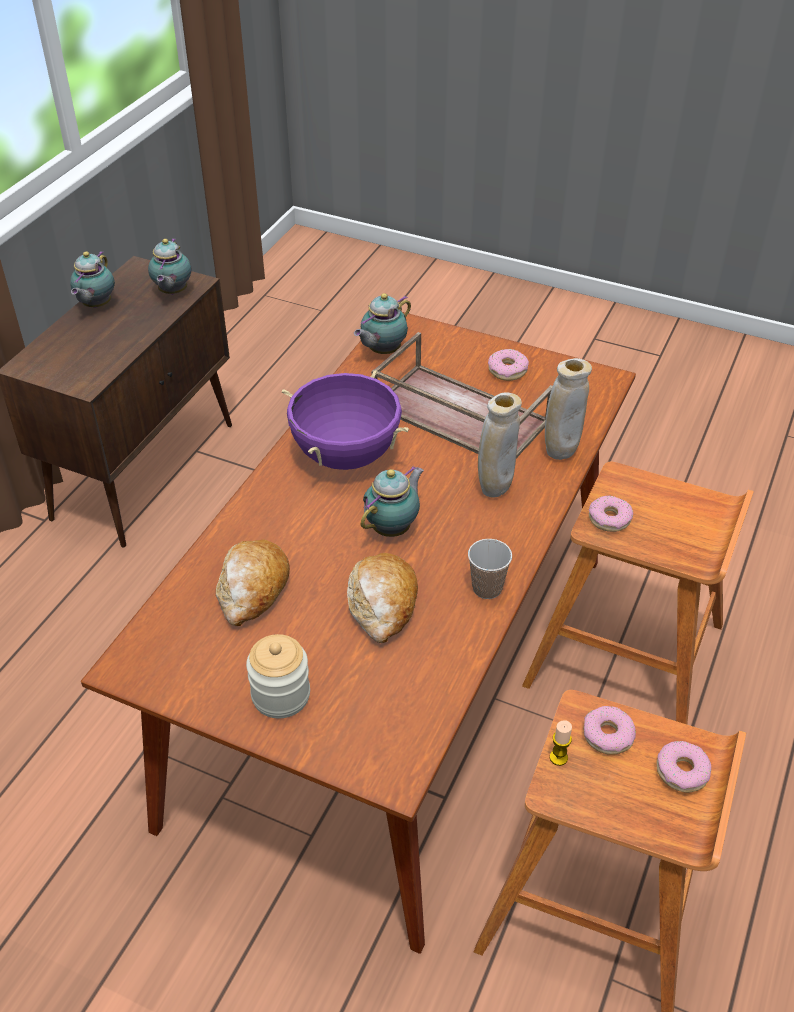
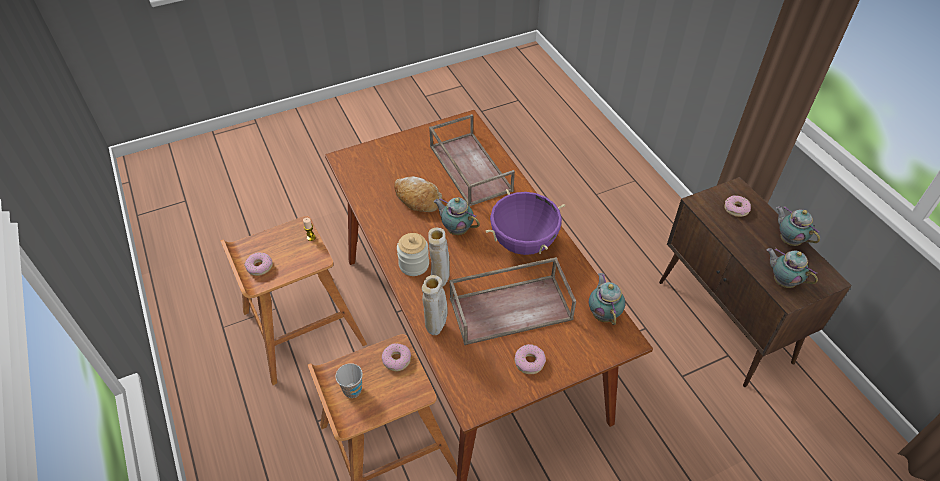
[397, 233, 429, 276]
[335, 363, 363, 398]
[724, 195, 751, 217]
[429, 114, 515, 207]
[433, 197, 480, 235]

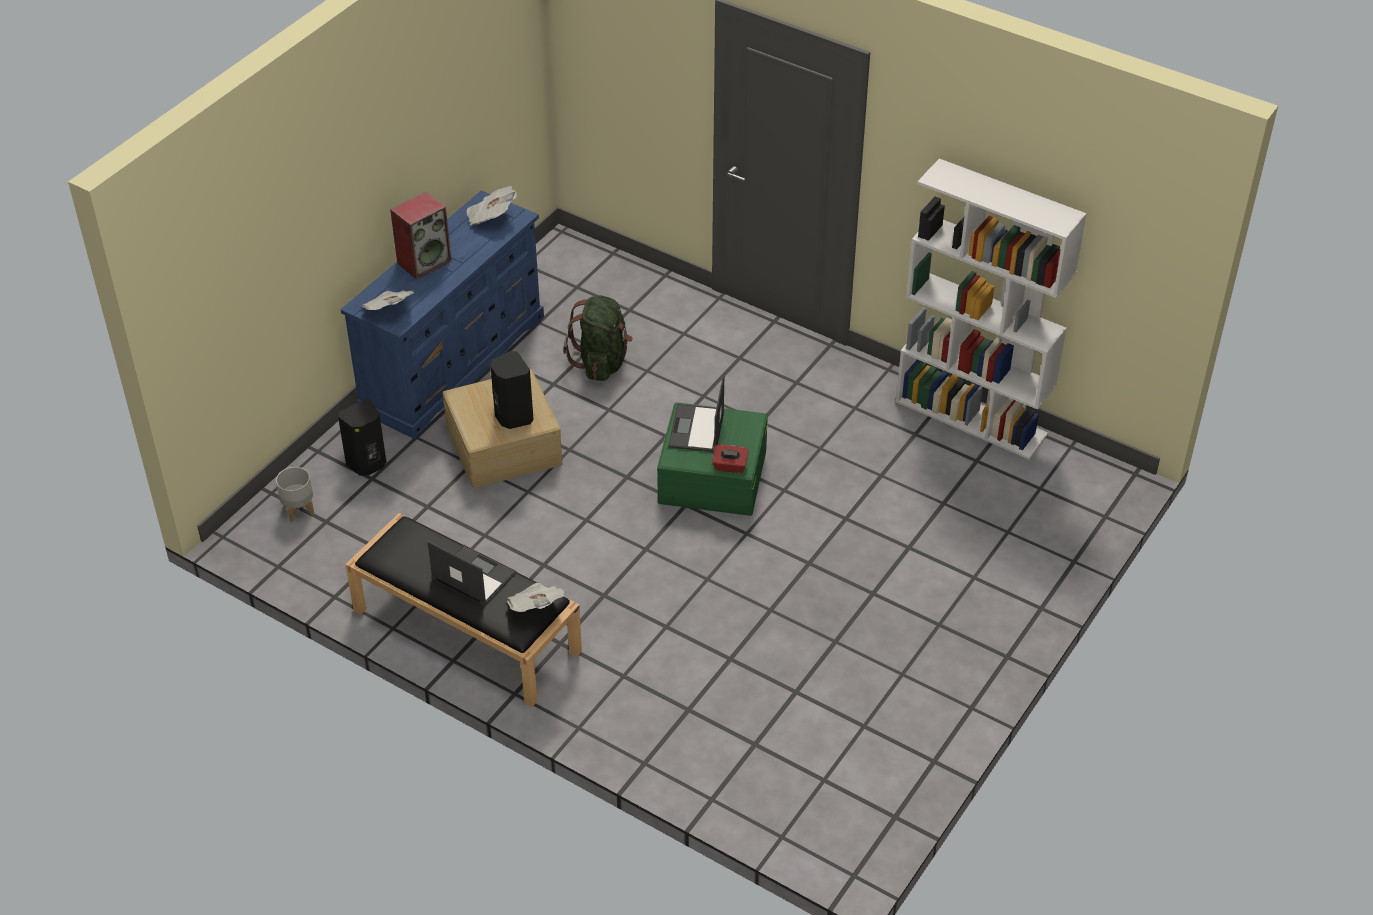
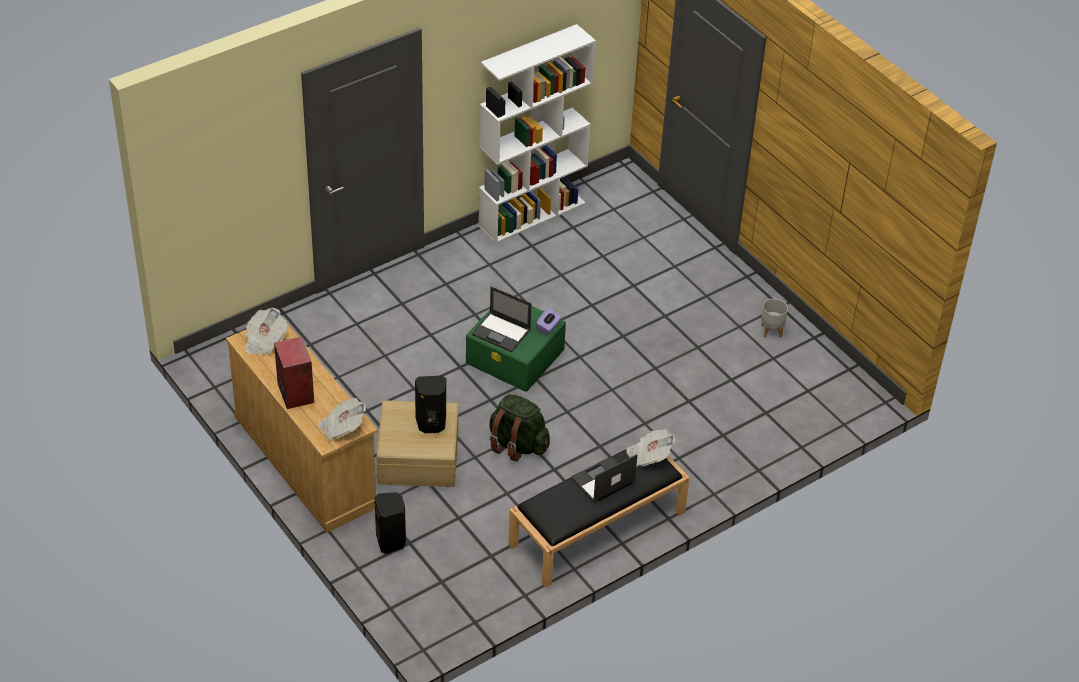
[761, 299, 788, 338]
[490, 394, 550, 462]
[226, 324, 378, 533]
[536, 308, 562, 336]

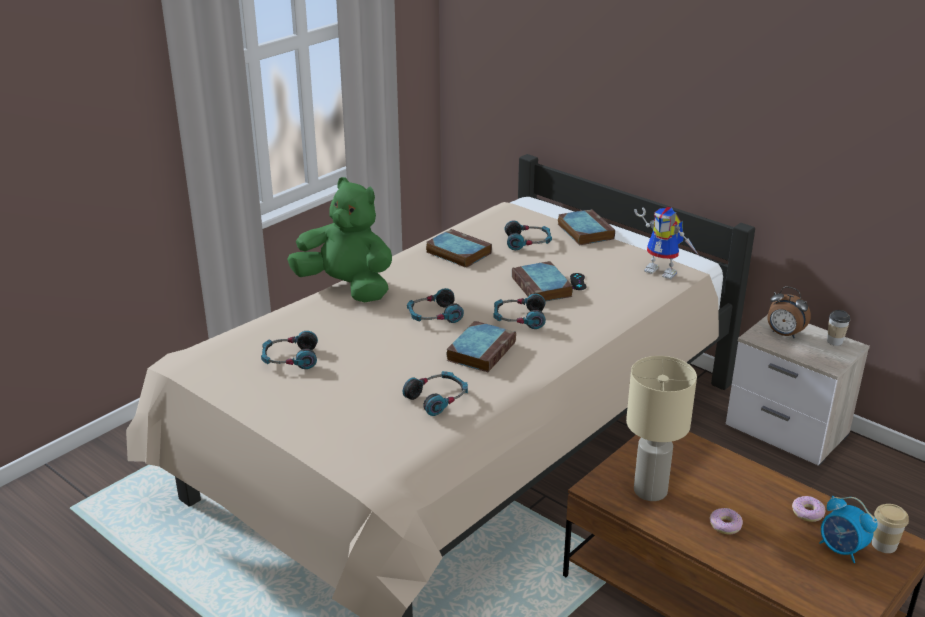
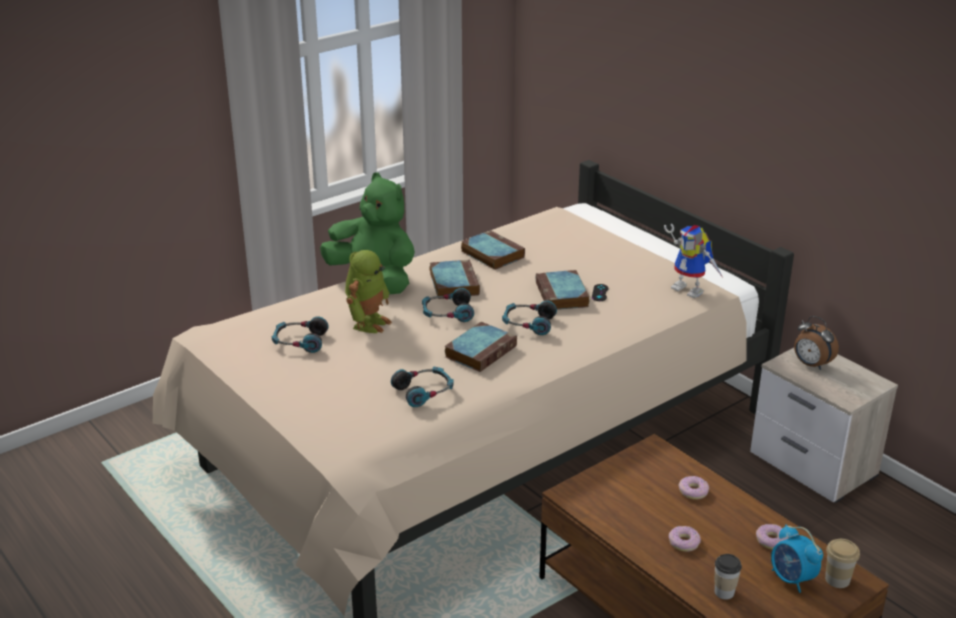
[505, 221, 552, 250] (first image)
[626, 356, 697, 501] (first image)
[345, 250, 392, 333]
[678, 476, 709, 500]
[429, 260, 480, 299]
[715, 554, 742, 600]

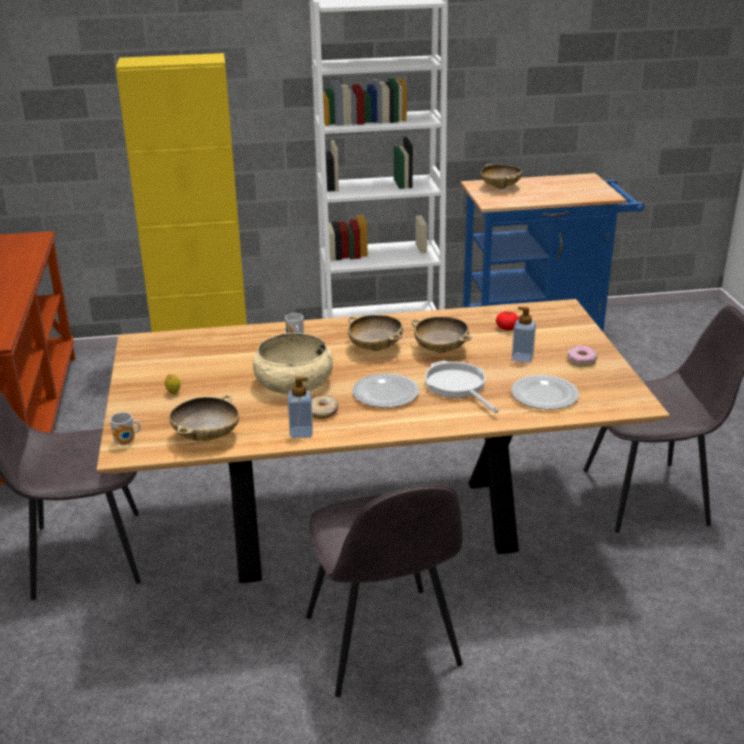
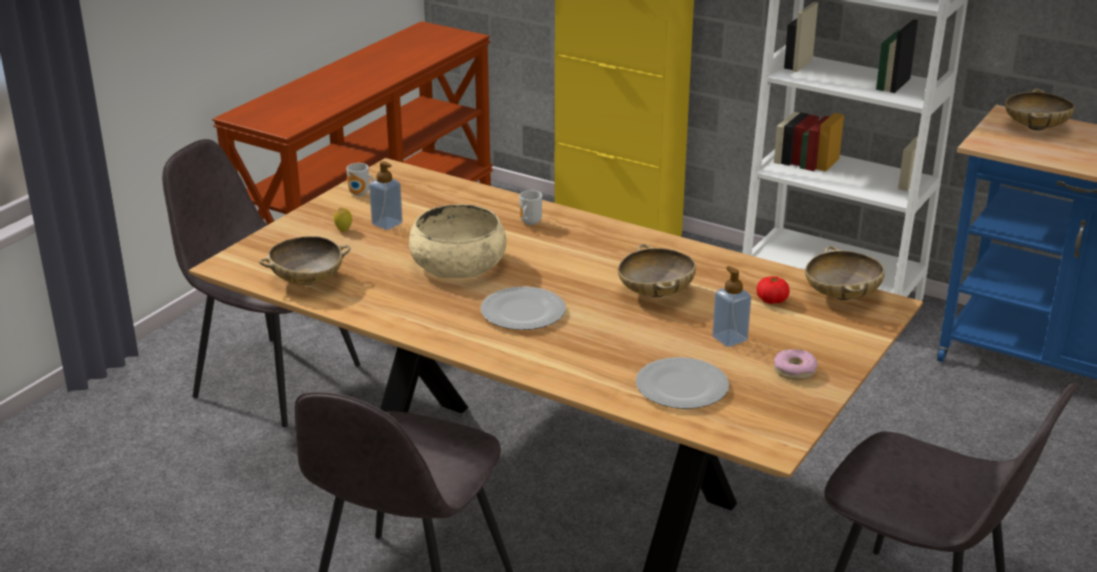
[312, 395, 339, 419] (first image)
[425, 361, 499, 413] (first image)
[346, 163, 374, 196]
[369, 161, 403, 230]
[805, 246, 885, 300]

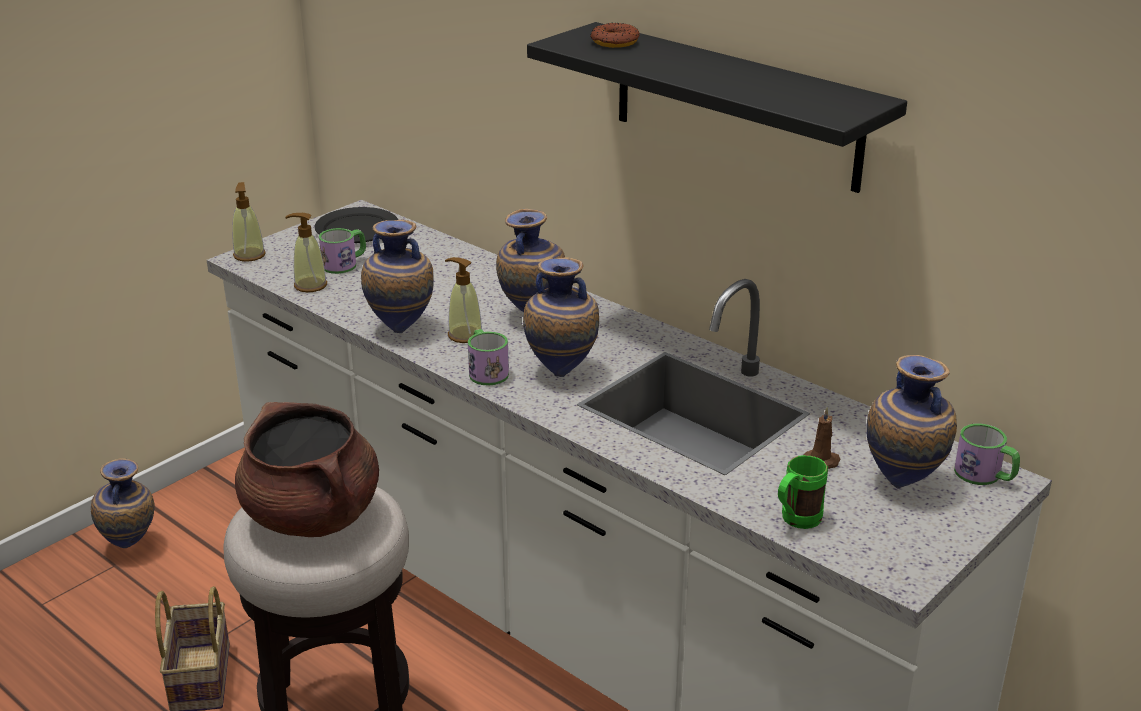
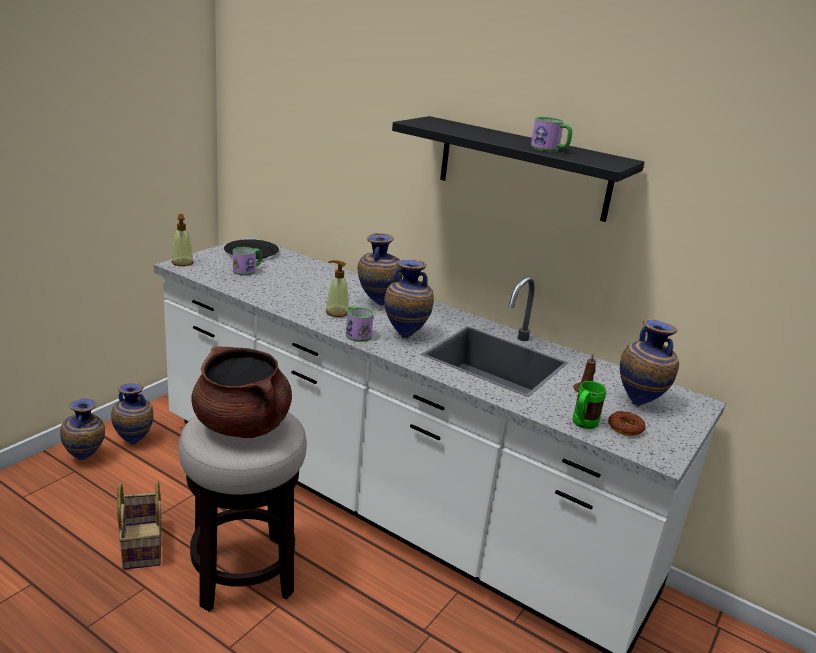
[285, 213, 327, 292] (first image)
[111, 383, 153, 445]
[608, 411, 646, 436]
[531, 117, 572, 152]

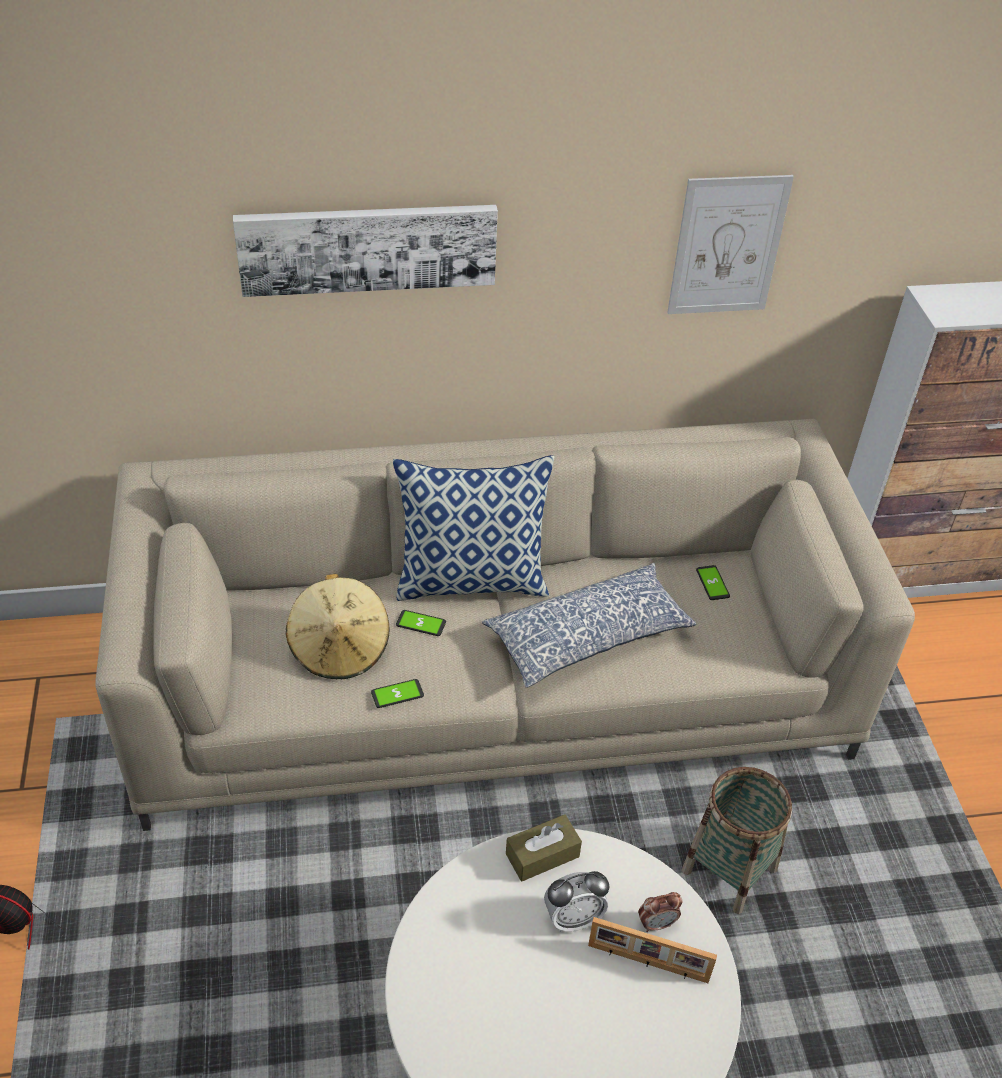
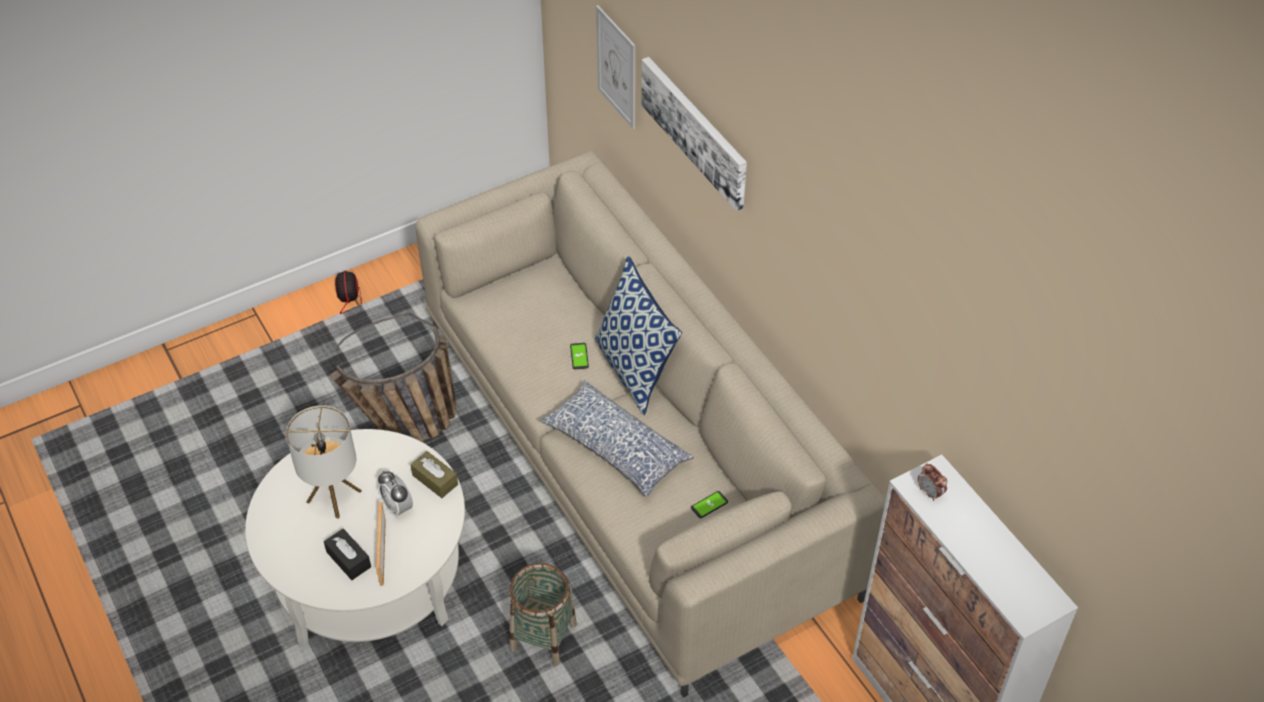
[286, 574, 390, 679] (first image)
[371, 679, 424, 708] (first image)
[286, 405, 362, 519]
[324, 529, 371, 580]
[330, 313, 457, 442]
[918, 463, 947, 501]
[596, 5, 635, 129]

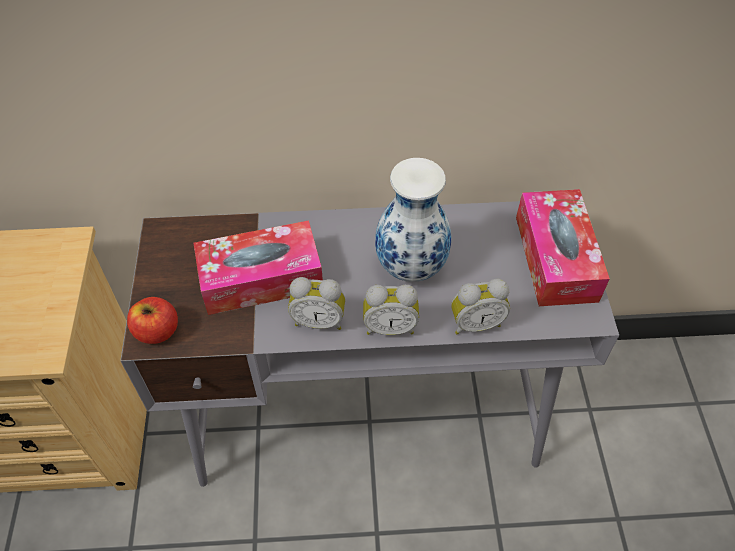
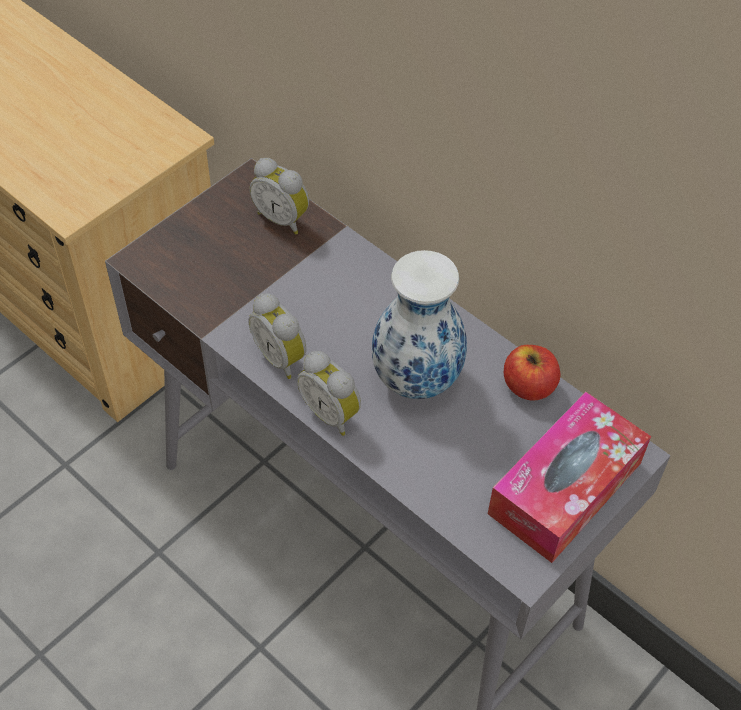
[193, 220, 323, 315] (first image)
[504, 345, 560, 401]
[250, 158, 309, 234]

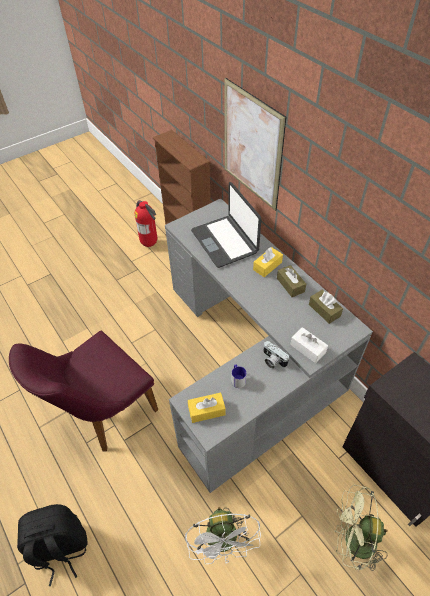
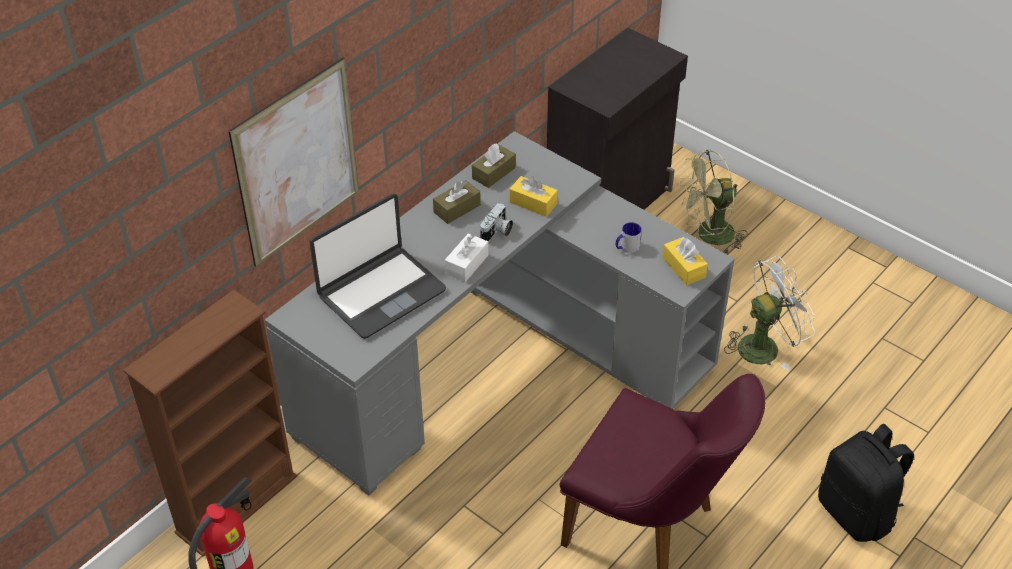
[510, 176, 558, 217]
[480, 203, 513, 242]
[445, 233, 488, 282]
[678, 150, 748, 254]

